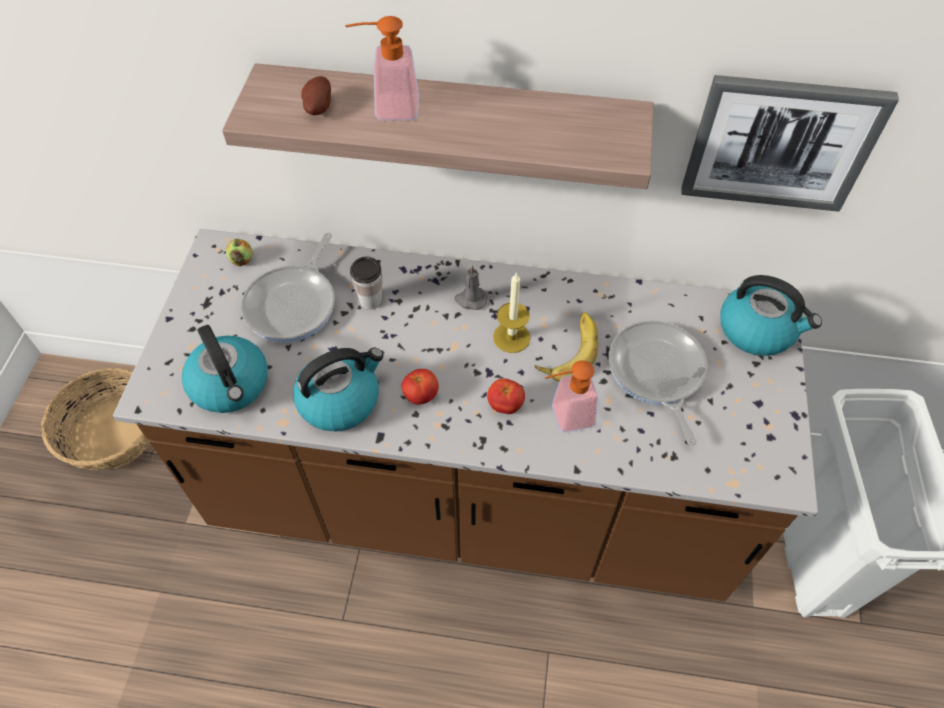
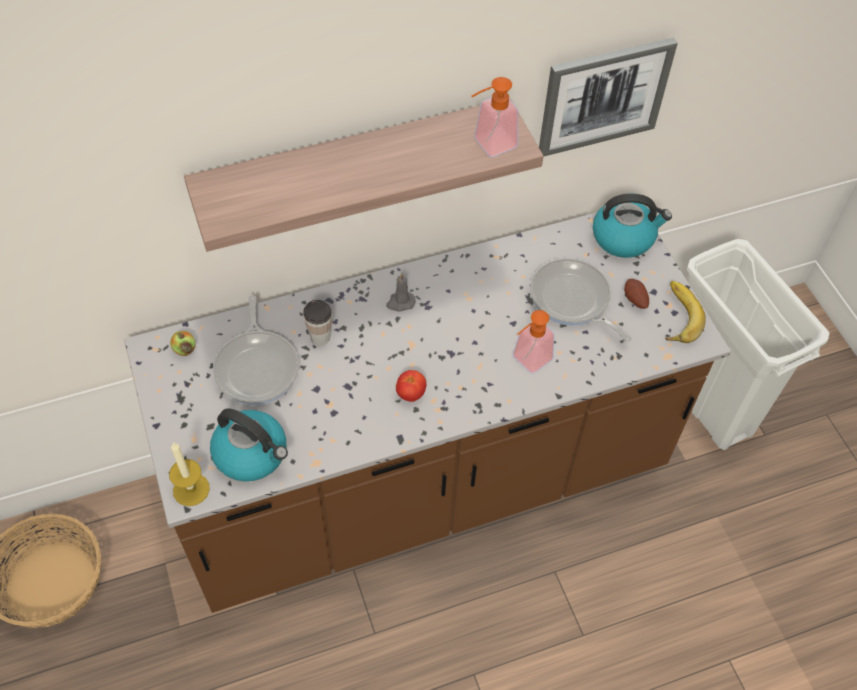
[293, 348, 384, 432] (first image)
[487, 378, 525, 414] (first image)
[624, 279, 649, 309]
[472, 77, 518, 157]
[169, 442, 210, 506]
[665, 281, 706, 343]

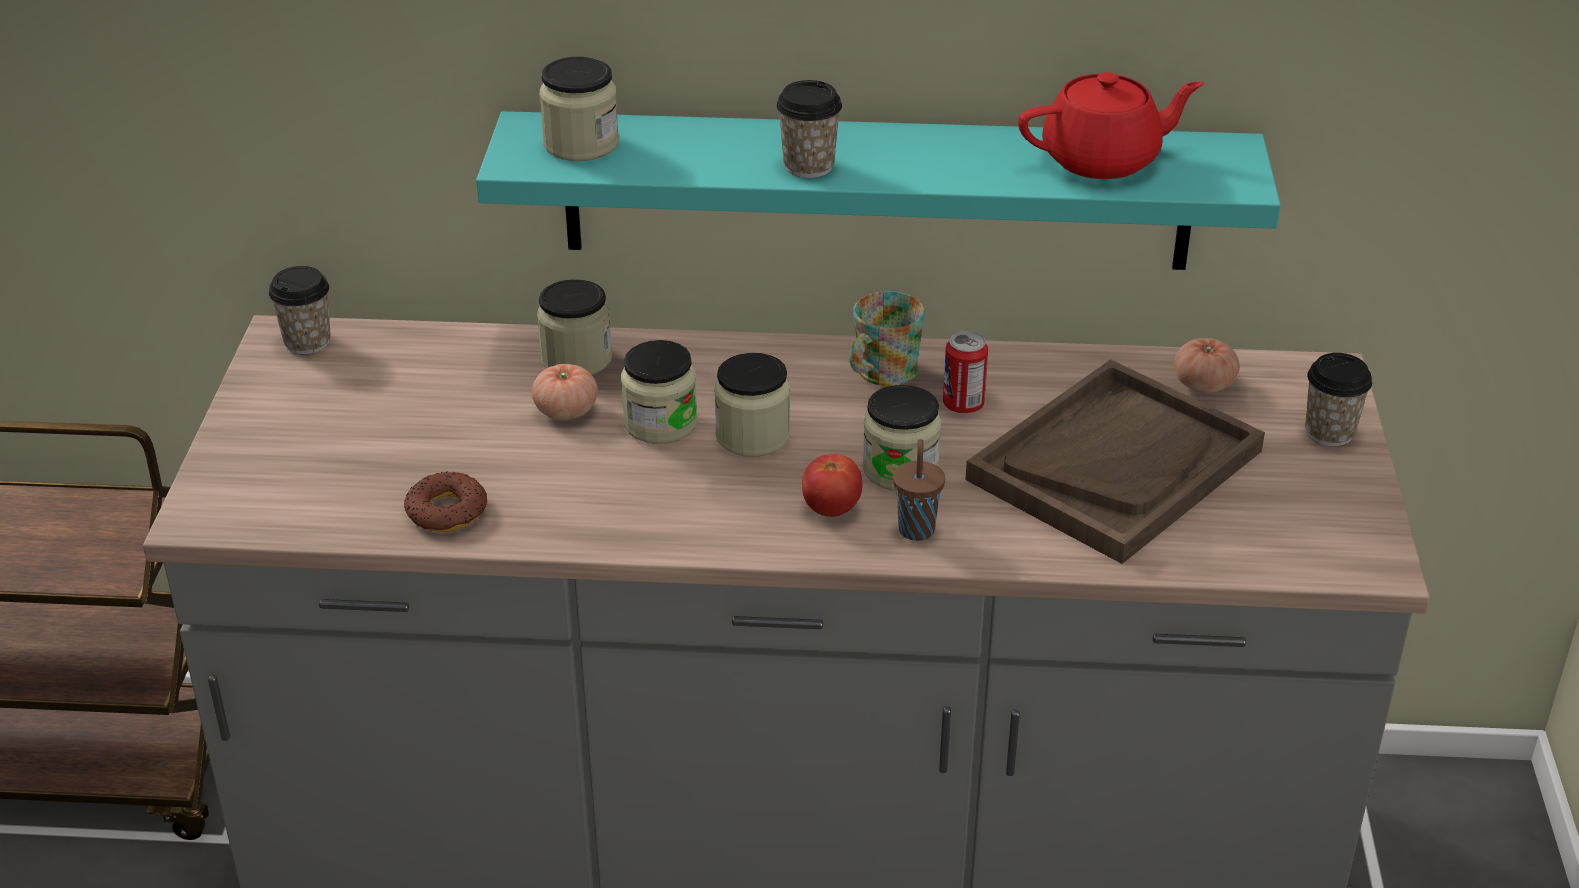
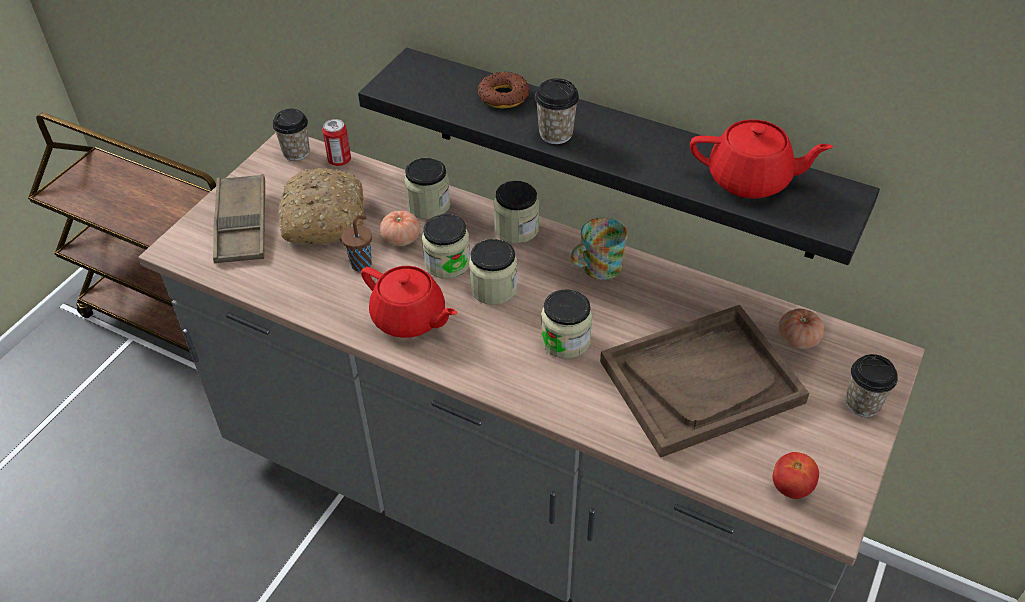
[213, 174, 265, 263]
[278, 168, 364, 244]
[361, 266, 457, 338]
[478, 72, 530, 108]
[494, 181, 539, 244]
[773, 452, 819, 499]
[341, 215, 372, 271]
[322, 119, 351, 166]
[358, 48, 880, 265]

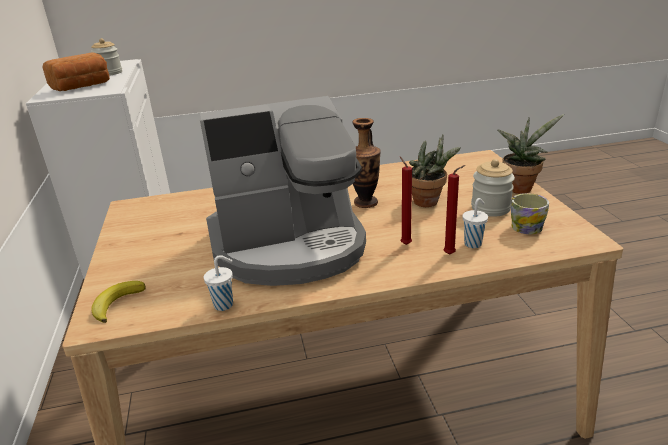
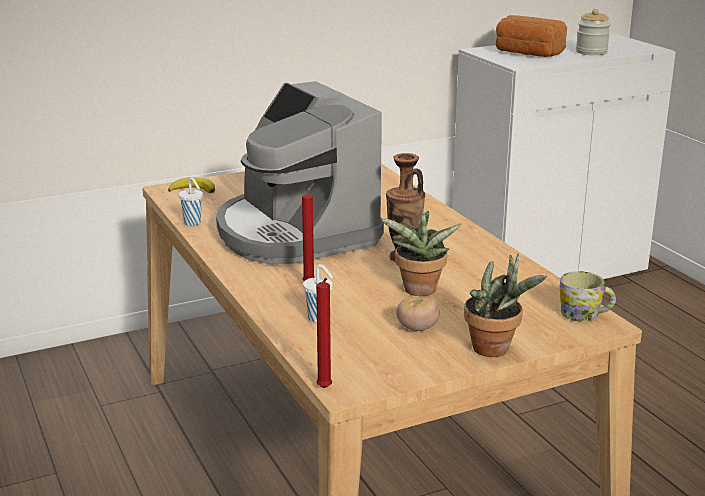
[316, 278, 332, 388]
[559, 271, 616, 322]
[396, 297, 439, 331]

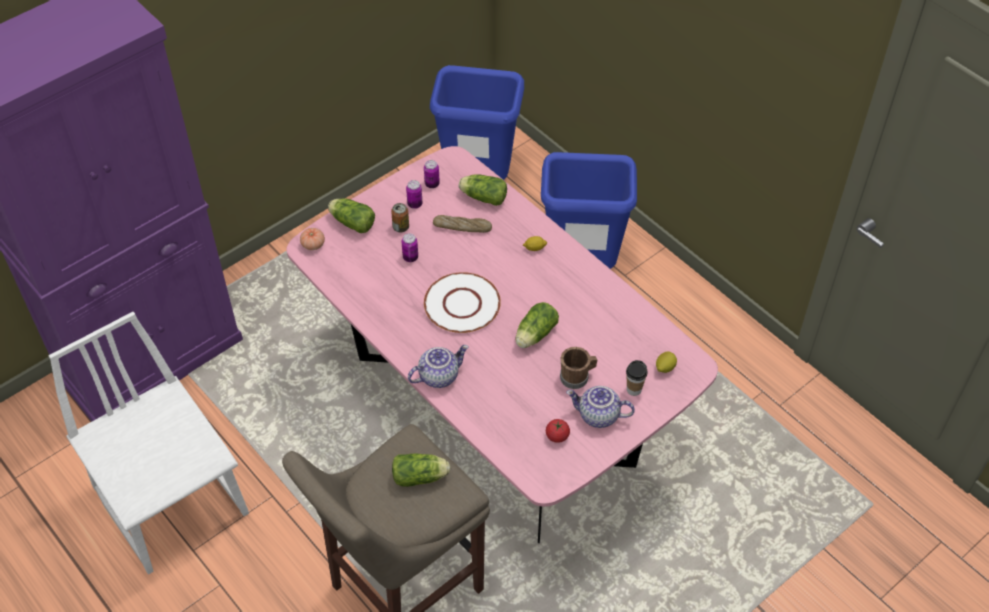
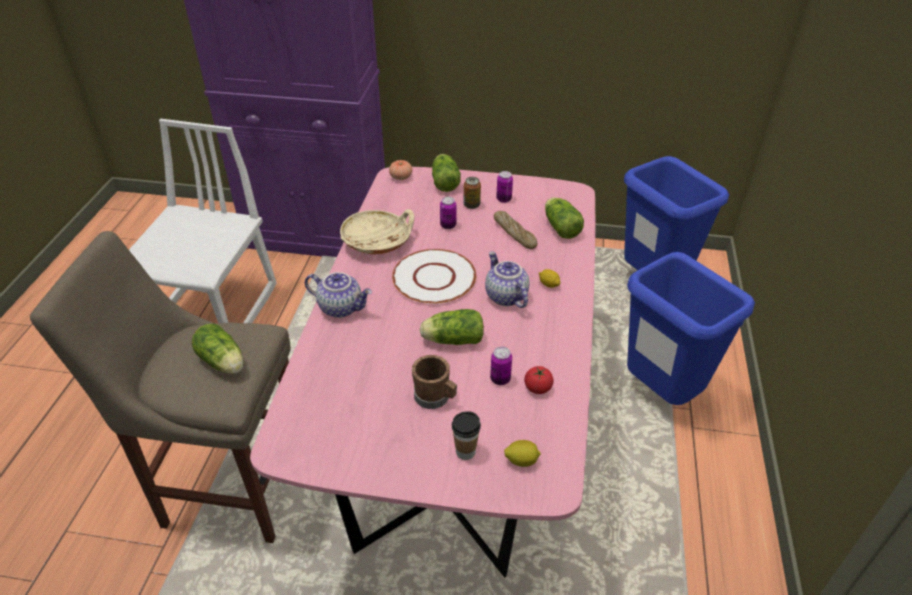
[340, 209, 414, 254]
[490, 346, 512, 385]
[524, 366, 554, 394]
[485, 251, 530, 308]

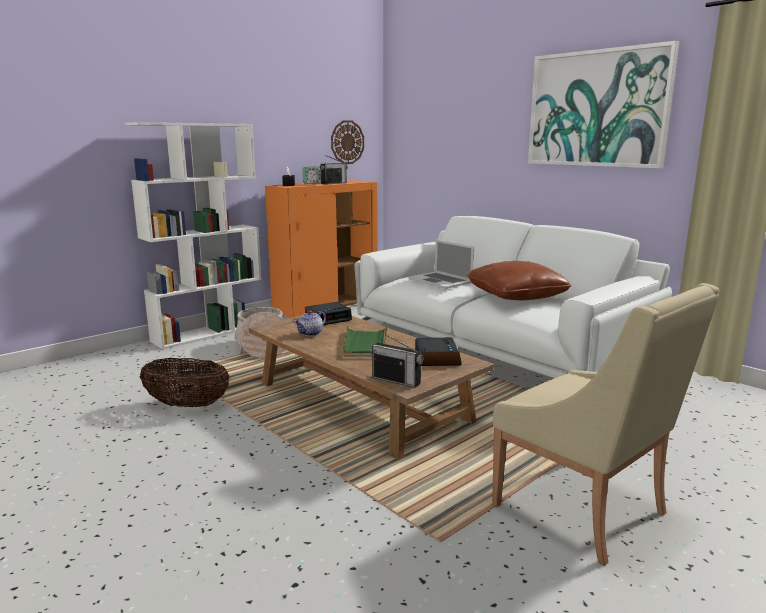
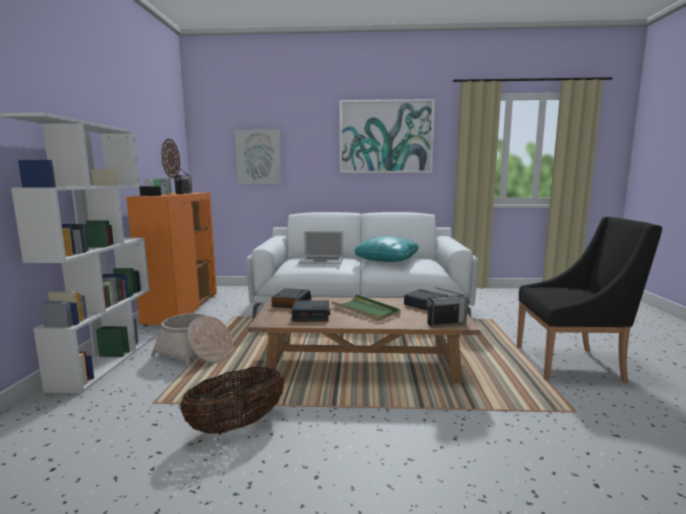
[235, 129, 282, 184]
[292, 300, 330, 322]
[354, 236, 419, 262]
[517, 217, 662, 383]

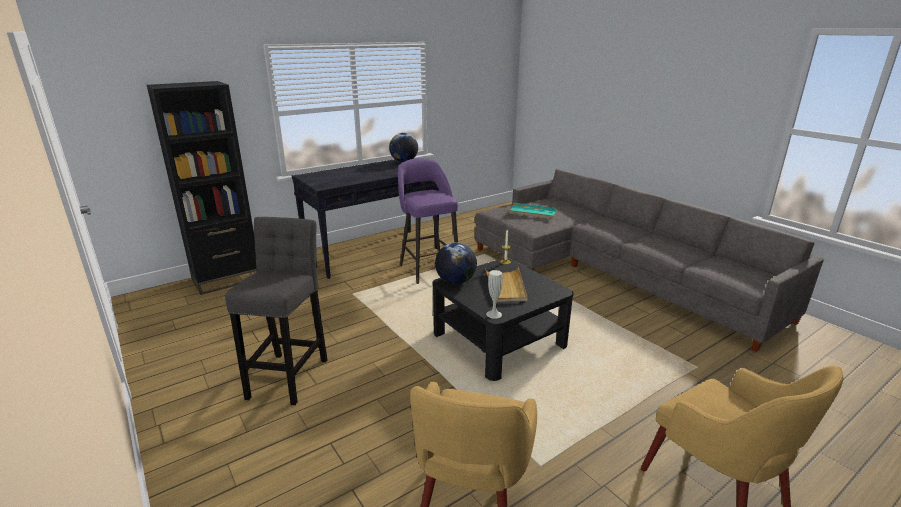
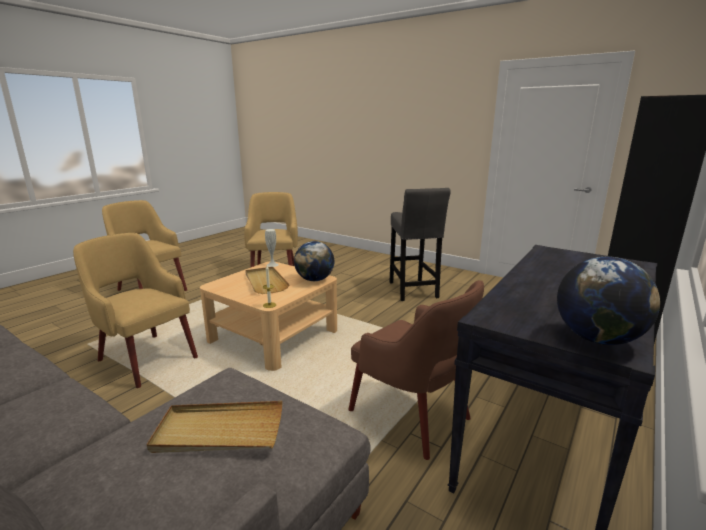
[73, 233, 198, 388]
[348, 280, 484, 460]
[200, 261, 337, 371]
[146, 401, 282, 453]

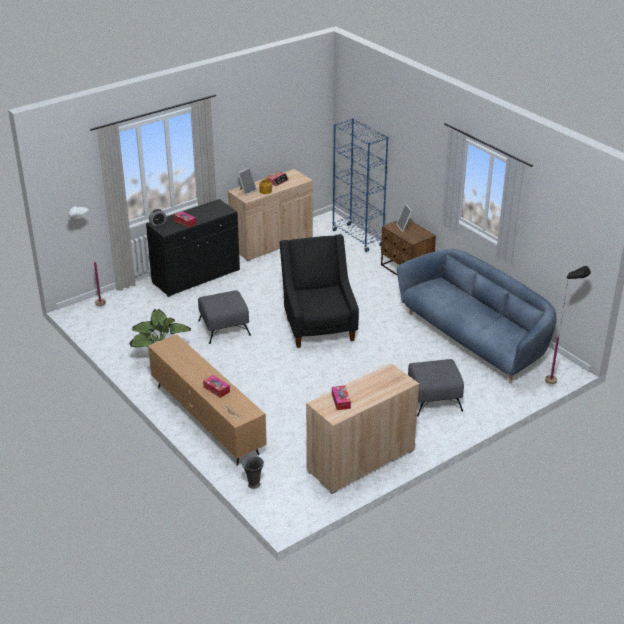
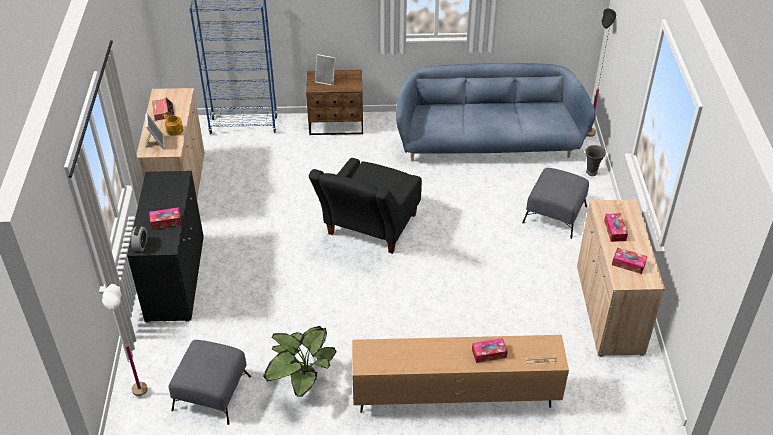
[604, 213, 628, 242]
[169, 340, 251, 425]
[585, 145, 606, 176]
[309, 158, 422, 254]

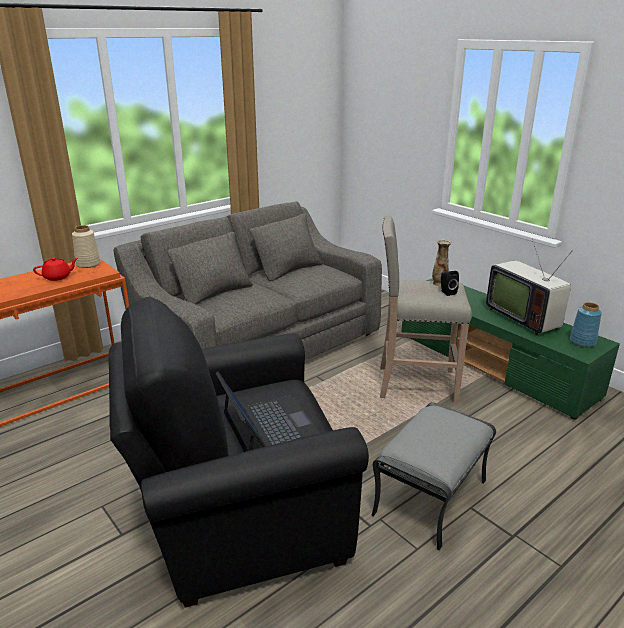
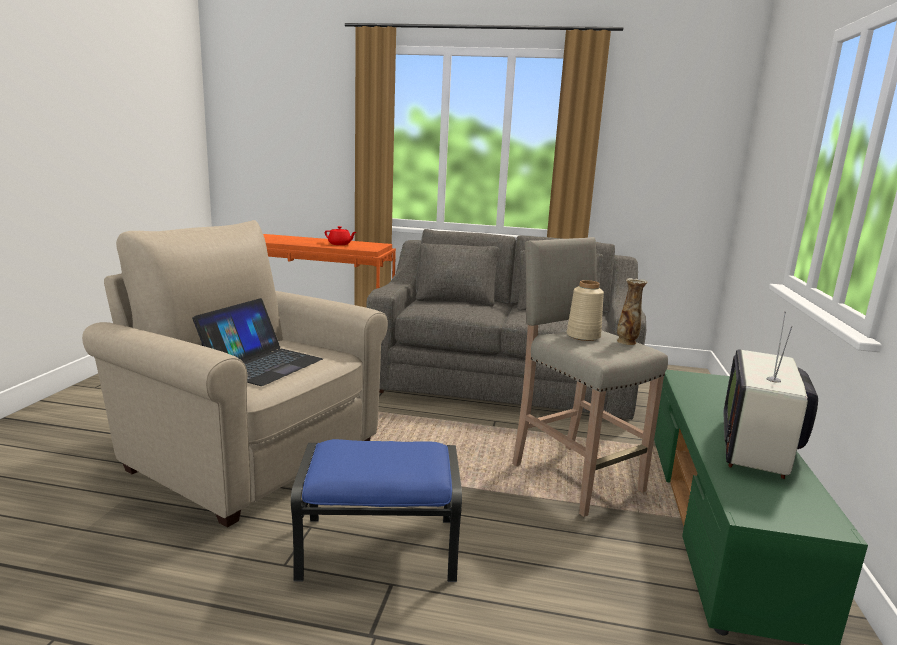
[441, 271, 459, 296] (first image)
[570, 302, 602, 347] (first image)
[567, 280, 604, 341]
[82, 220, 388, 528]
[291, 439, 462, 582]

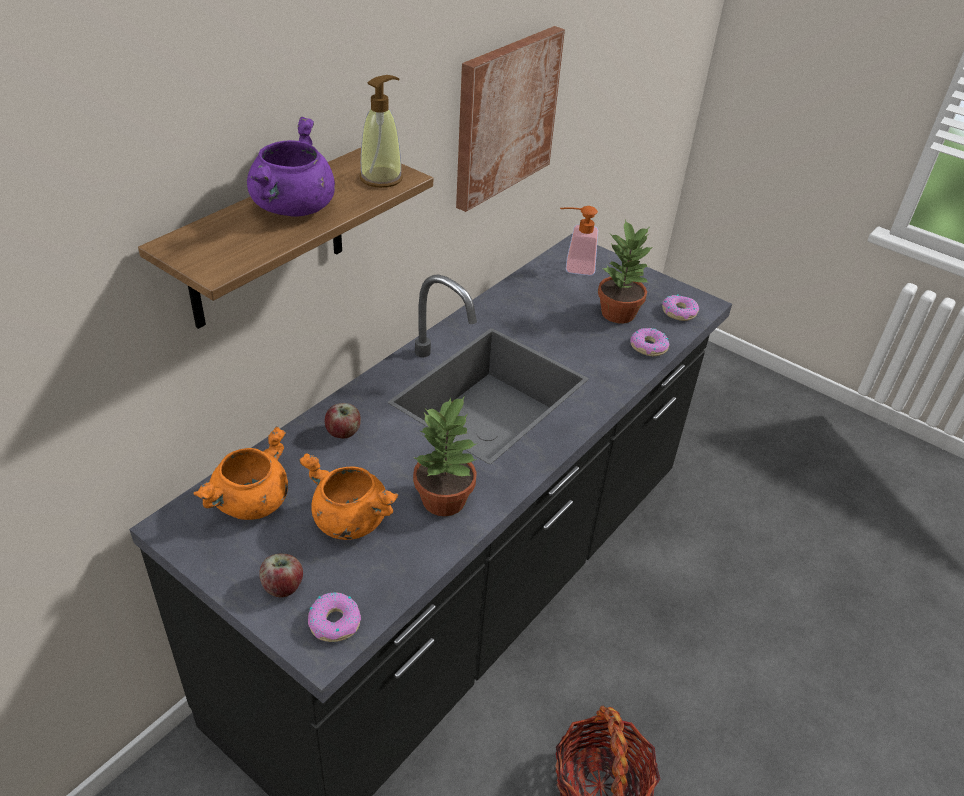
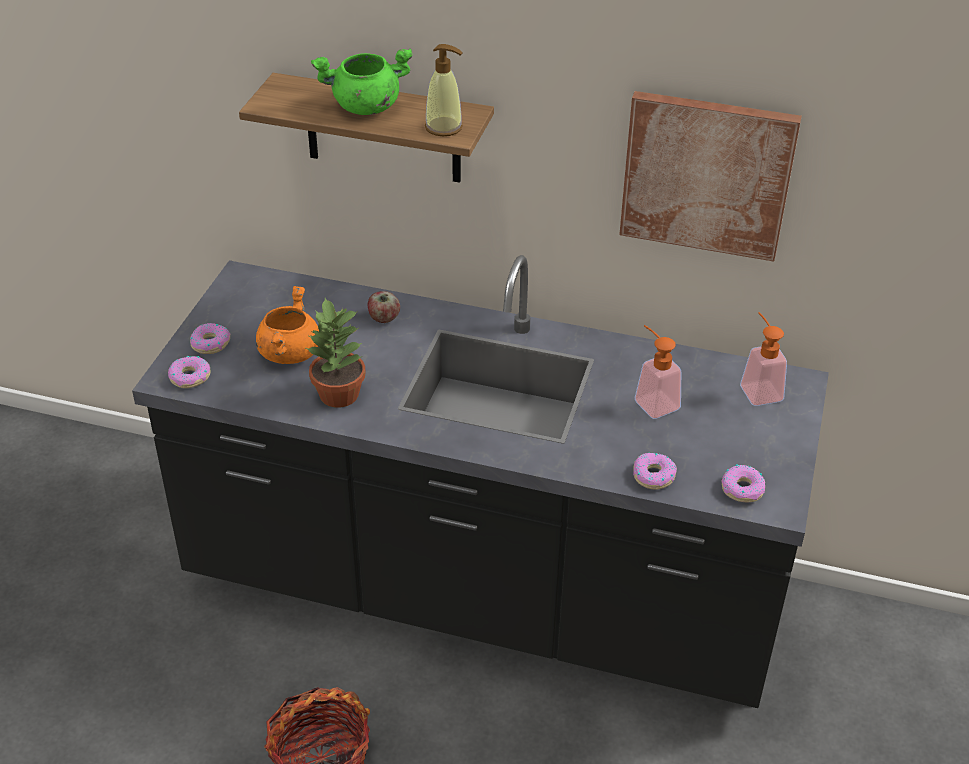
[193, 426, 288, 520] (first image)
[598, 219, 653, 323] (first image)
[635, 325, 681, 419]
[190, 323, 231, 354]
[311, 49, 413, 115]

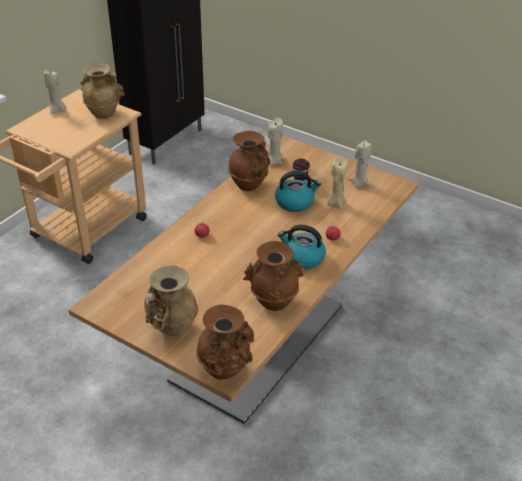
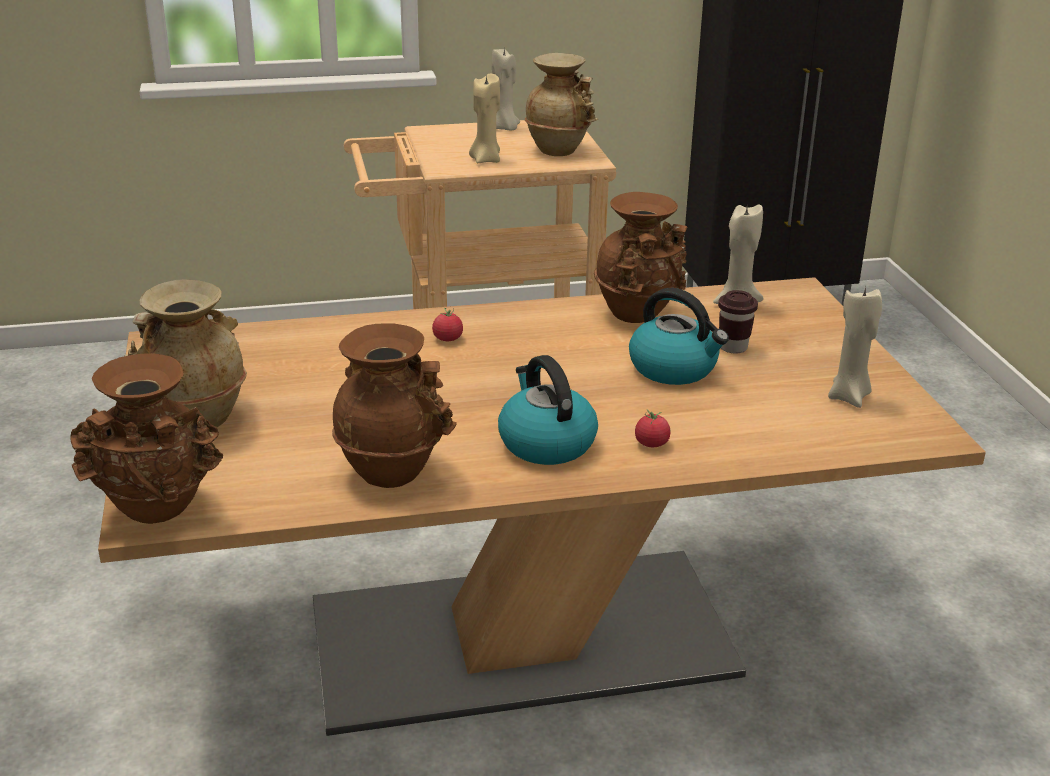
[469, 73, 500, 163]

